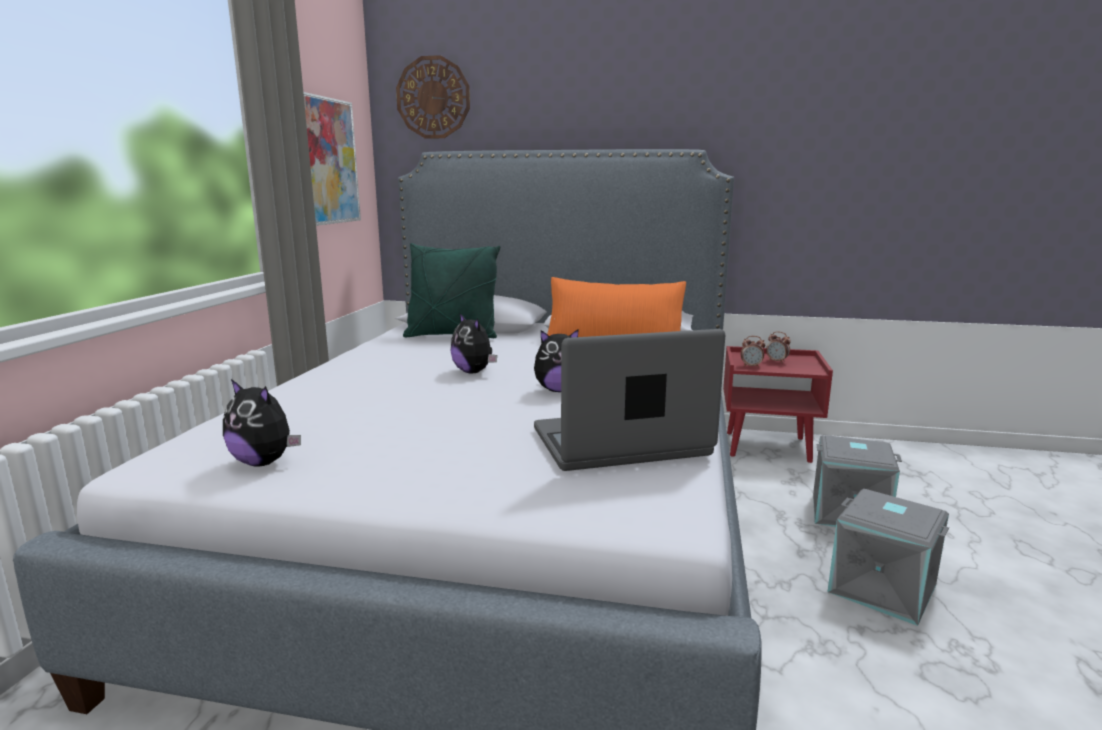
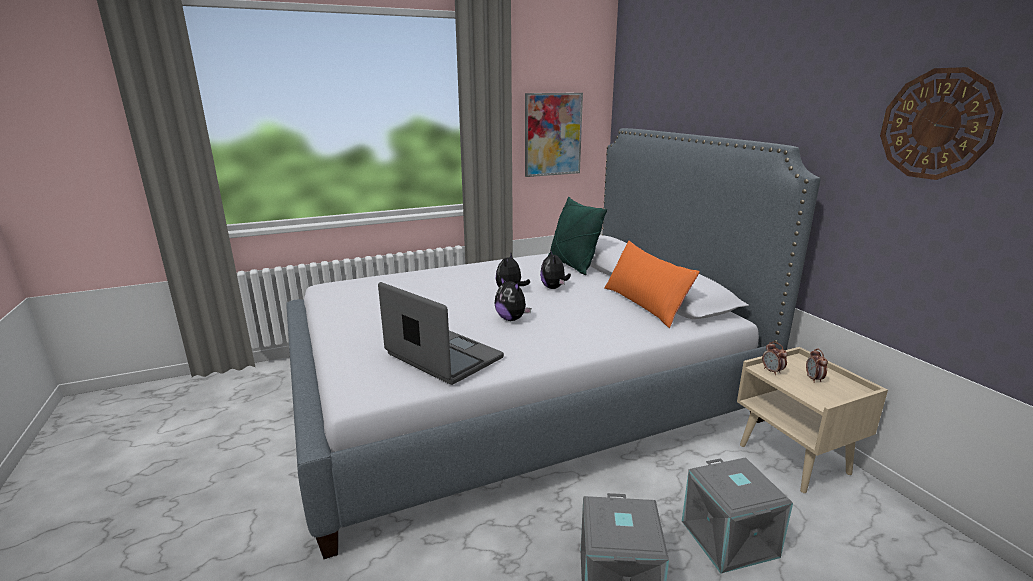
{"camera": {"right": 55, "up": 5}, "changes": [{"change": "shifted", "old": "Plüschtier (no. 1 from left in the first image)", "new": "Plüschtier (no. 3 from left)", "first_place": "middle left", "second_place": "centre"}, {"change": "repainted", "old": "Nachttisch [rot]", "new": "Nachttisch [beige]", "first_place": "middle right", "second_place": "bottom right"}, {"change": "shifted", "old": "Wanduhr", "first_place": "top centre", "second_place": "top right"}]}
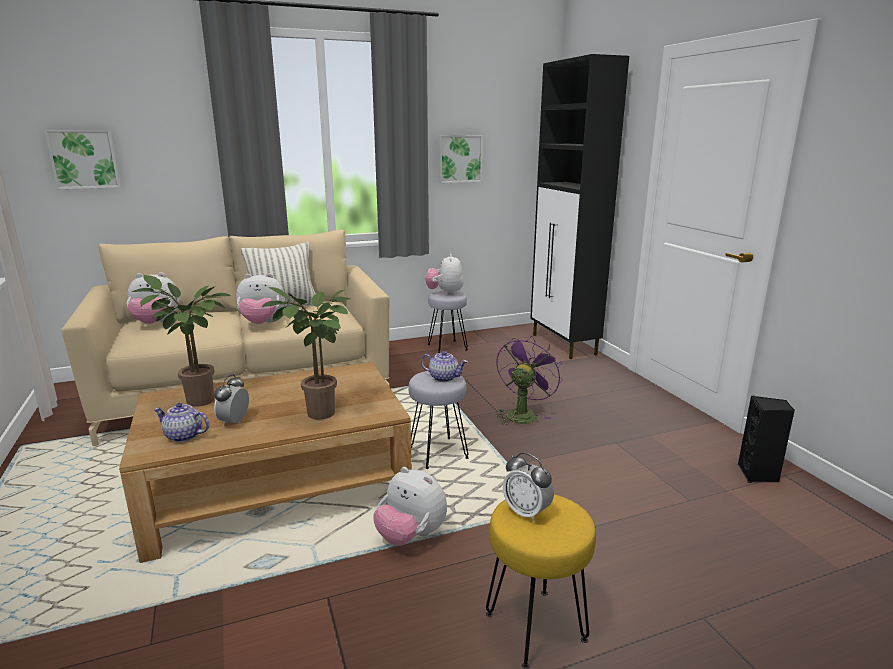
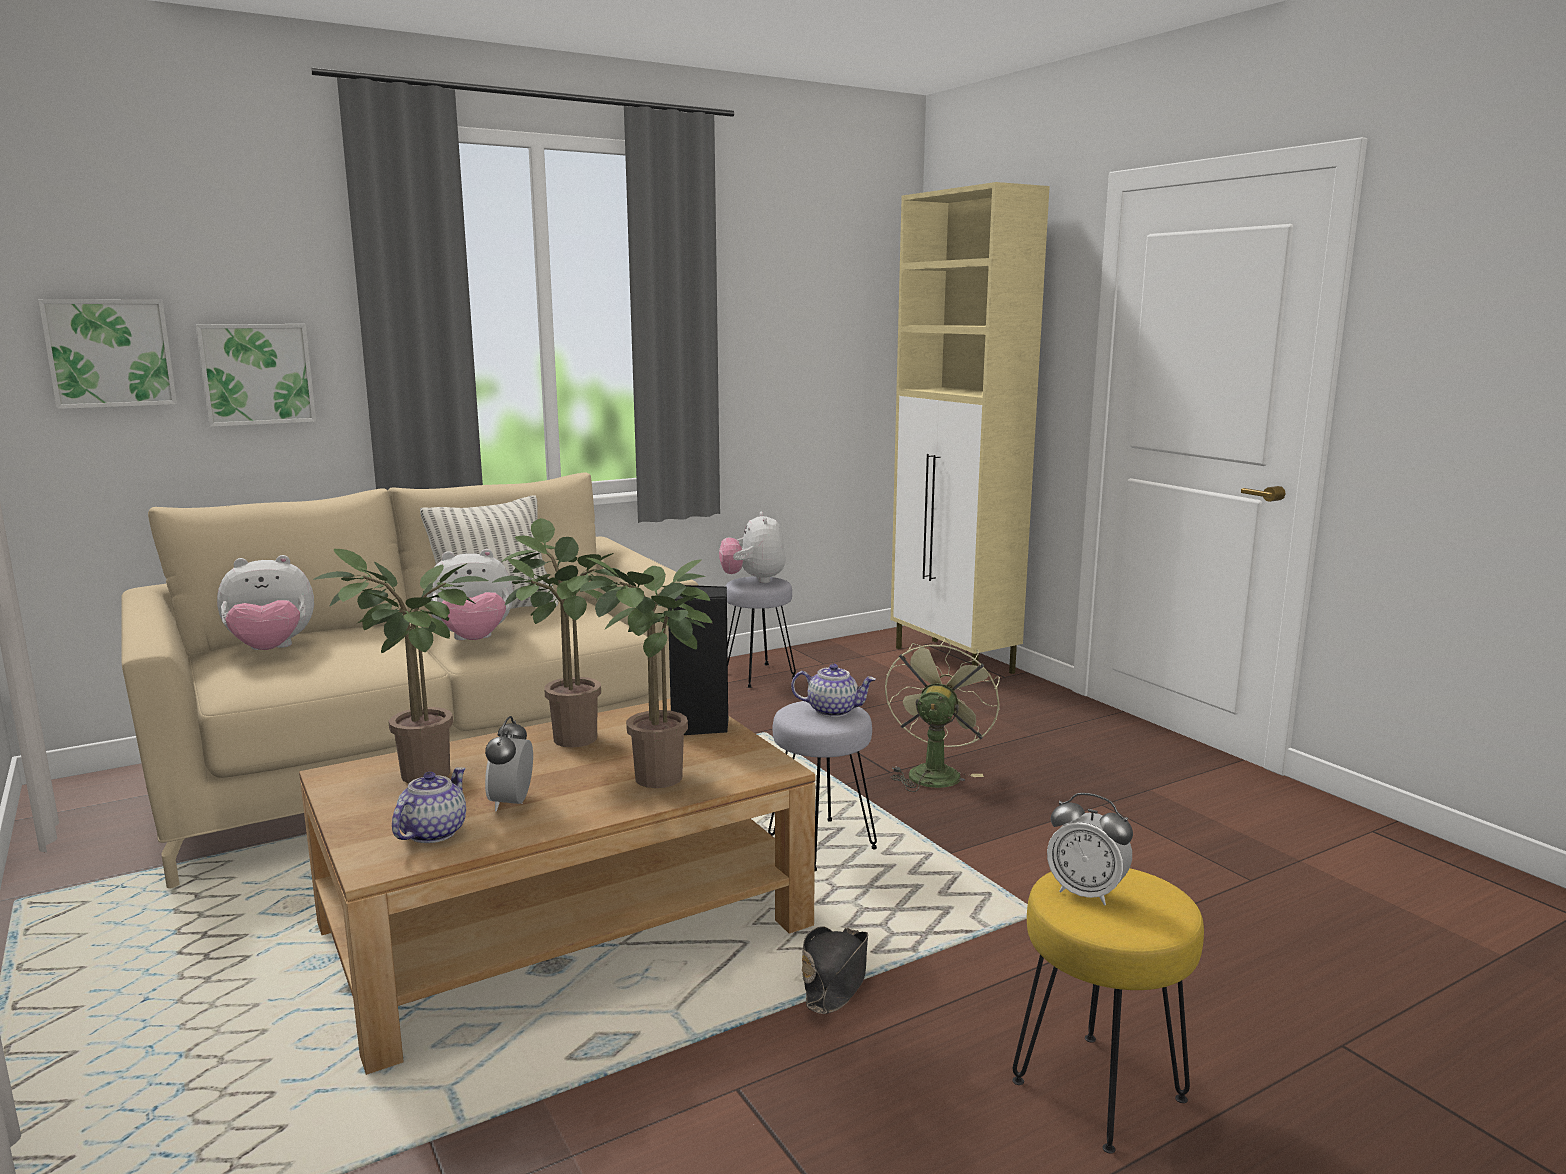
{"camera": {"right": -10, "up": -5}, "changes": [{"change": "shifted", "old": "Bild (no. 2 from left)", "first_place": "top centre", "second_place": "top left"}, {"change": "rotated", "old": "Teekanne (no. 1 from left)", "first_place": "middle left", "second_place": "bottom left", "degrees": 105}, {"change": "new", "new": "Topfpflanze (no. 2 from left)", "second_place": "centre"}, {"change": "shifted", "old": "Lautsprecher [schwarz]", "first_place": "middle right", "second_place": "centre"}, {"change": "swapped", "old": "Plüschtier (no. 3 from left)", "new": "Hut [schwarz]", "first_place": "bottom centre", "second_place": "bottom centre"}, {"change": "repainted", "old": "Ventilator [lila]", "new": "Ventilator [grün]", "first_place": "centre", "second_place": "centre"}, {"change": "repainted", "old": "Schrank [schwarz]", "new": "Schrank [beige]", "first_place": "top centre", "second_place": "centre"}]}
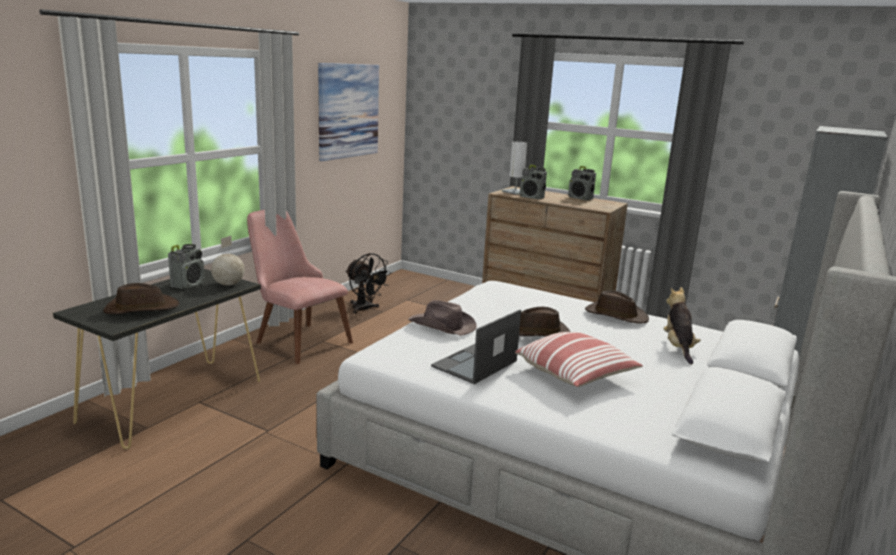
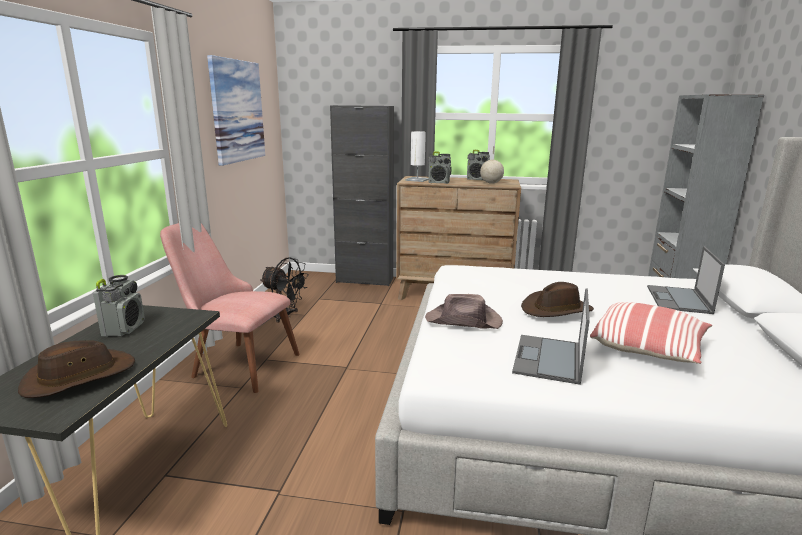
{"camera": {"right": -20, "up": 0}, "changes": [{"change": "new", "new": "Schrank [schwarz]", "second_place": "centre"}, {"change": "shifted", "old": "Globus", "first_place": "middle left", "second_place": "top centre"}, {"change": "swapped", "old": "Plüschtier", "new": "Laptop (no. 2 from left)", "first_place": "middle right", "second_place": "middle right"}, {"change": "gone", "old": "Hut [braun] (no. 4 from left)", "first_place": "middle right"}]}
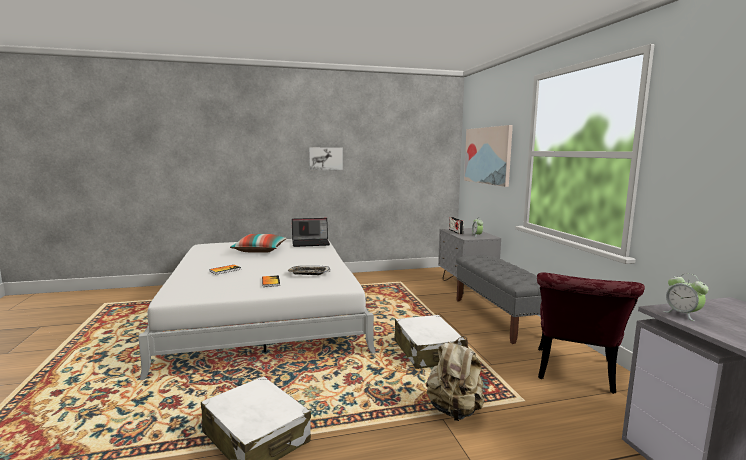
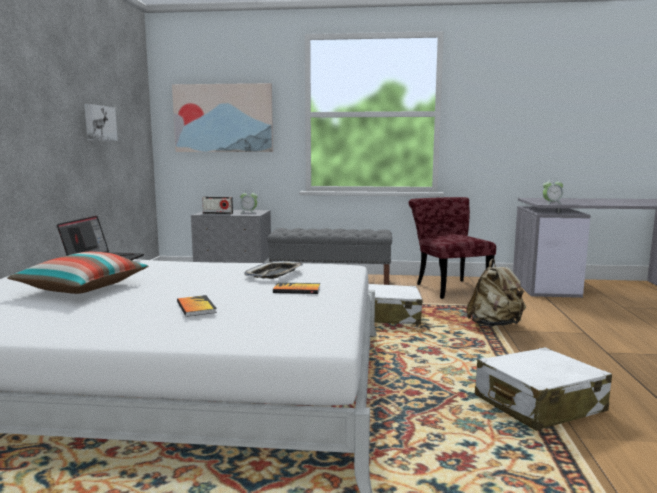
{"camera": {"right": -70, "up": 0}, "changes": [{"change": "shifted", "old": "Bild (no. 1 from left)", "first_place": "centre", "second_place": "top left"}, {"change": "rotated", "old": "Stuhl [rot]", "first_place": "bottom right", "second_place": "middle right", "degrees": -150}]}
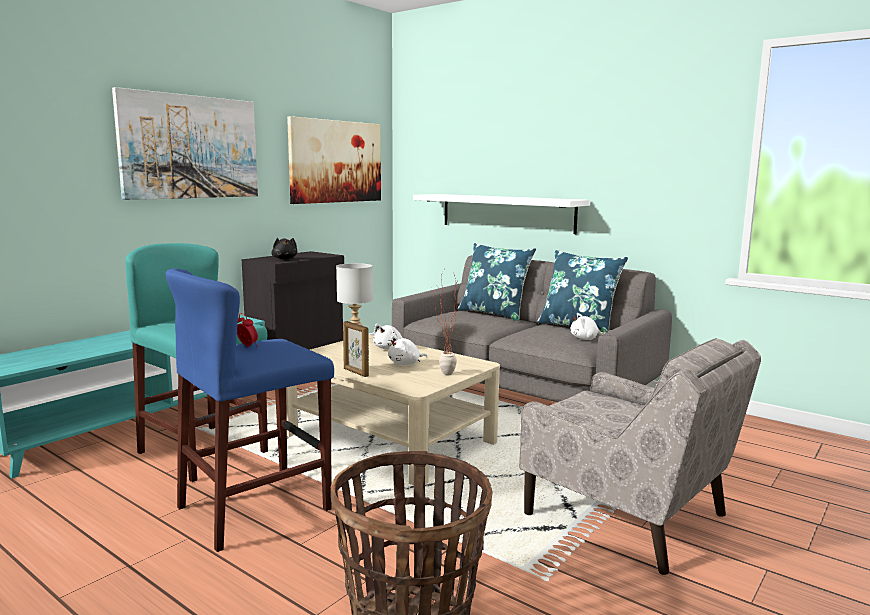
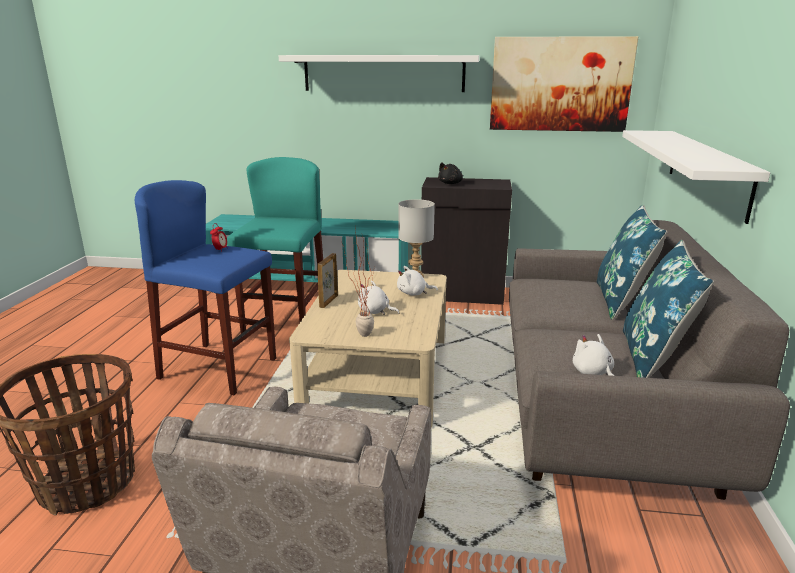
{"camera": {"right": 60, "up": 10}, "changes": [{"change": "swapped", "old": "Bild (no. 1 from left)", "new": "Wandregal [weiß] (no. 1 from left)", "first_place": "top left", "second_place": "top centre"}]}
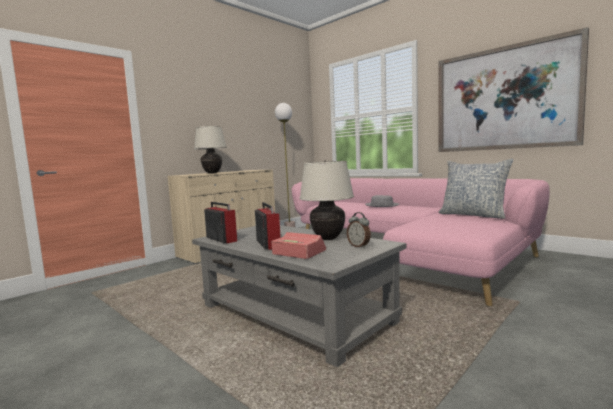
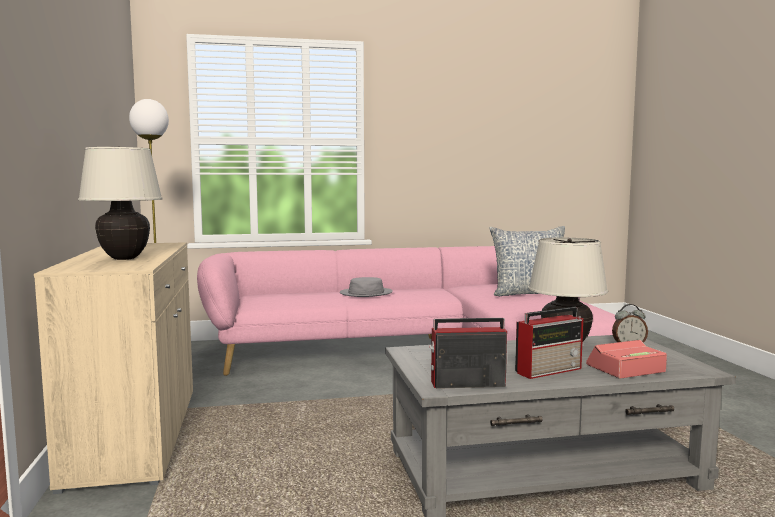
{"camera": {"right": -55, "up": 0}, "changes": [{"change": "rotated", "old": "Radio (no. 2 from left)", "first_place": "centre", "second_place": "middle right", "degrees": 135}, {"change": "gone", "old": "Bild", "first_place": "top right"}]}
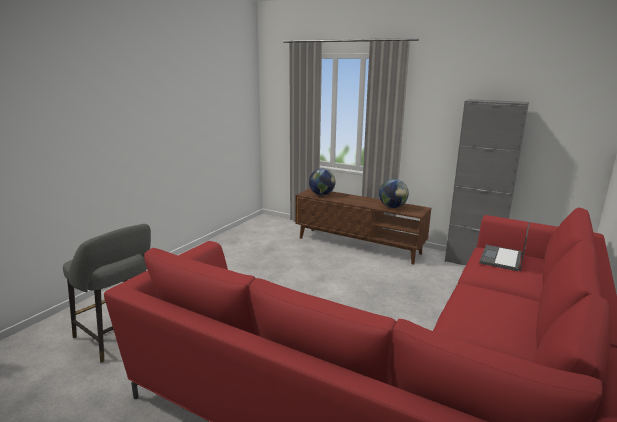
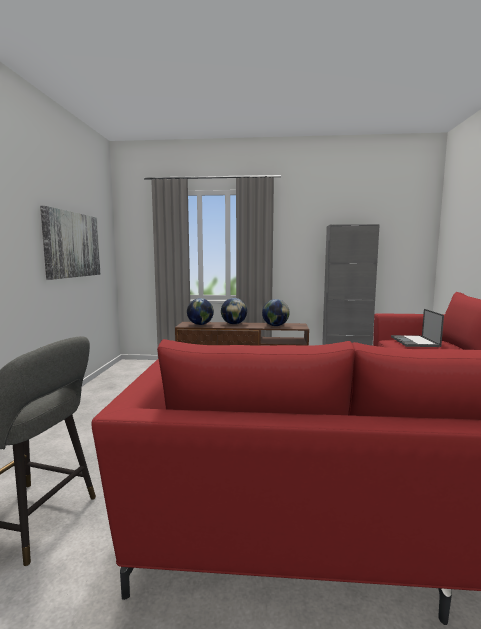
{"camera": {"right": -25, "up": -10}, "changes": [{"change": "new", "new": "Bild", "second_place": "middle left"}, {"change": "new", "new": "Globus (no. 2 from left)", "second_place": "centre"}]}
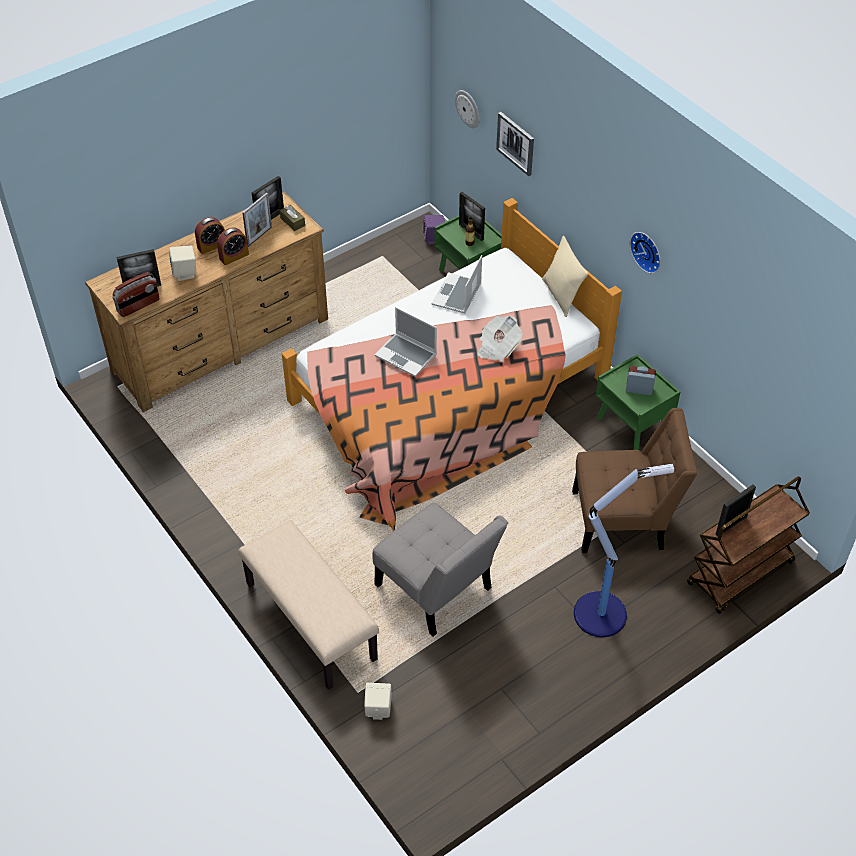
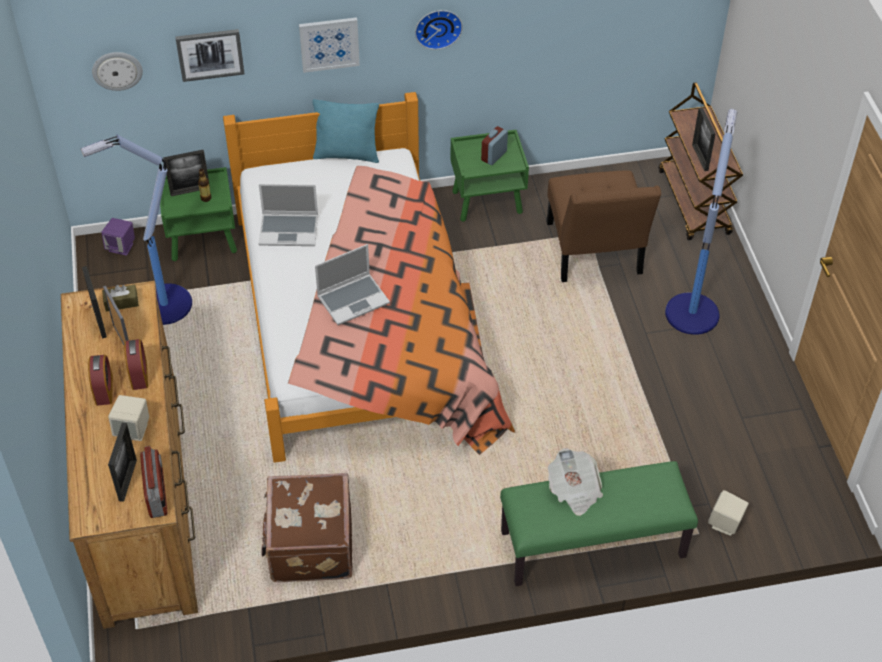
{"camera": {"right": -65, "up": 0}, "changes": [{"change": "new", "new": "Stehlampe (no. 1 from left)", "second_place": "middle left"}, {"change": "rotated", "old": "Laptop (no. 2 from left in the first image)", "first_place": "top centre", "second_place": "top left", "degrees": -45}, {"change": "new", "new": "Koffer [braun]", "second_place": "bottom centre"}, {"change": "new", "new": "Bild (no. 2 from left)", "second_place": "top centre"}, {"change": "repainted", "old": "Kissen [beige]", "new": "Kissen [türkis]", "first_place": "top centre", "second_place": "top centre"}, {"change": "repainted", "old": "Bank [beige]", "new": "Bank [grün]", "first_place": "bottom centre", "second_place": "bottom right"}, {"change": "rotated", "old": "Stuhl [braun]", "first_place": "middle right", "second_place": "middle right", "degrees": 150}, {"change": "shifted", "old": "Zeitung", "first_place": "centre", "second_place": "bottom centre"}, {"change": "gone", "old": "Stuhl [grau]", "first_place": "centre"}]}
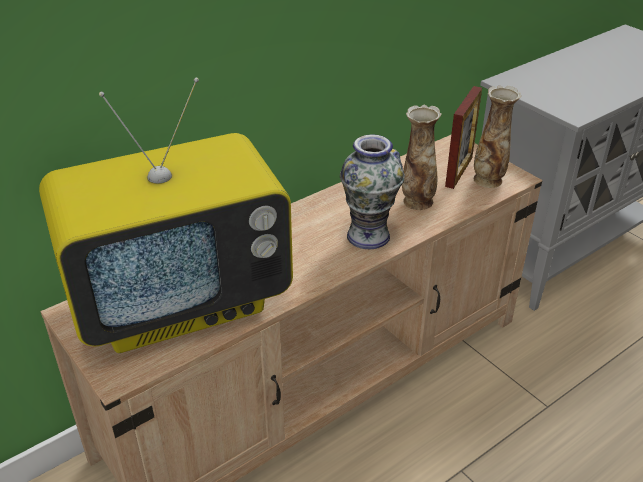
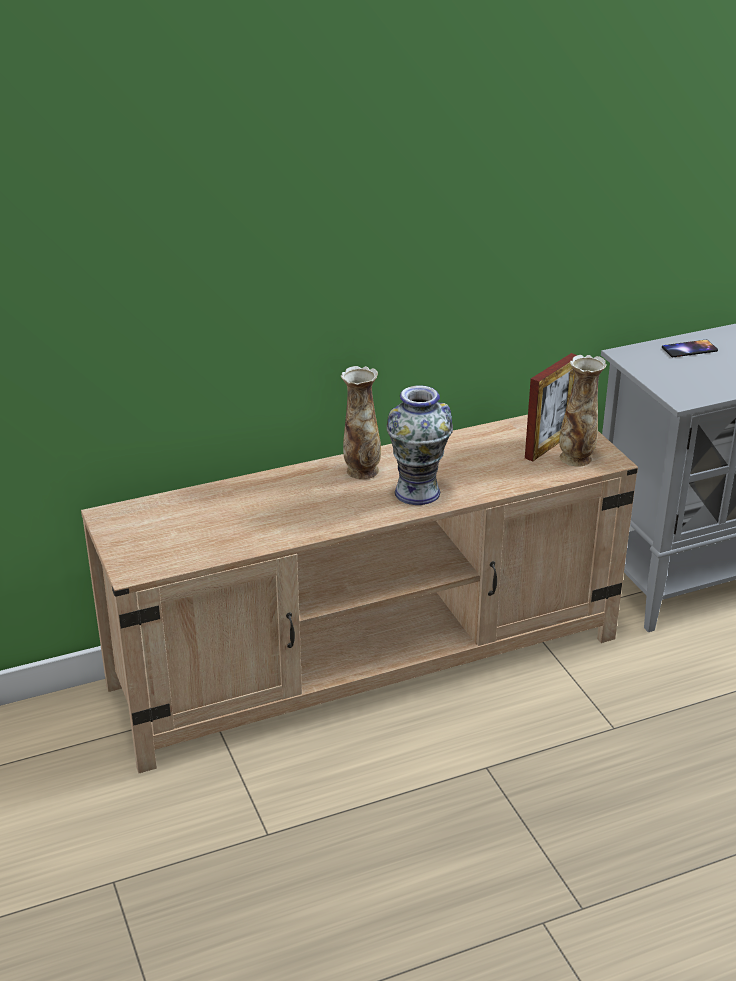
{"camera": {"right": 15, "up": -5}, "changes": [{"change": "shifted", "old": "Vase (no. 2 from left in the first image)", "new": "Vase (no. 1 from left)", "first_place": "top centre", "second_place": "centre"}, {"change": "new", "new": "Handy", "second_place": "middle right"}, {"change": "gone", "old": "Fernseher", "first_place": "middle left"}]}
